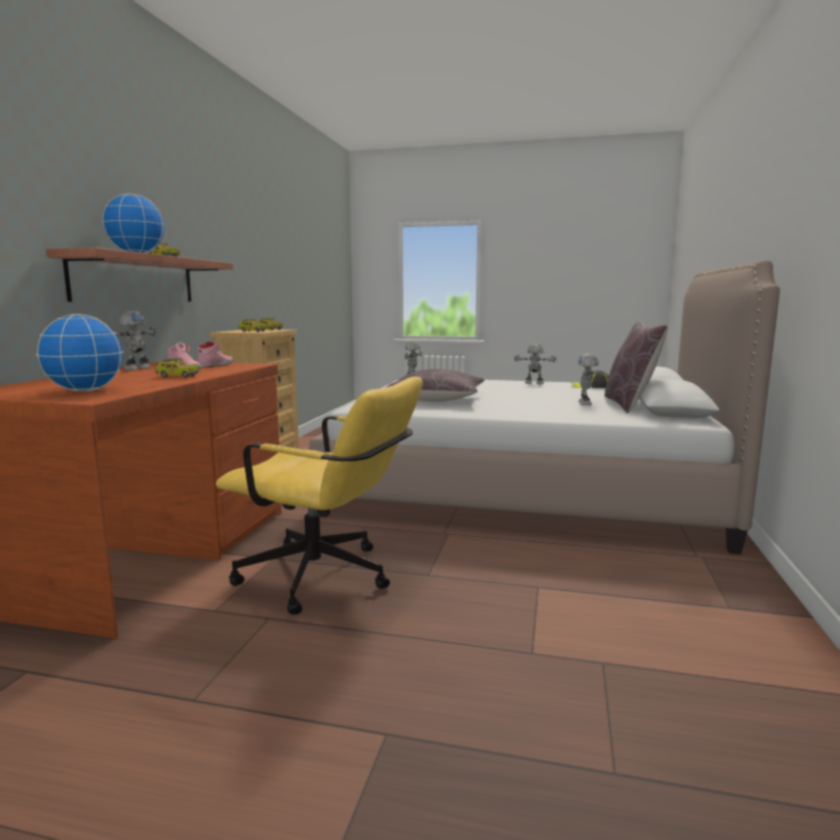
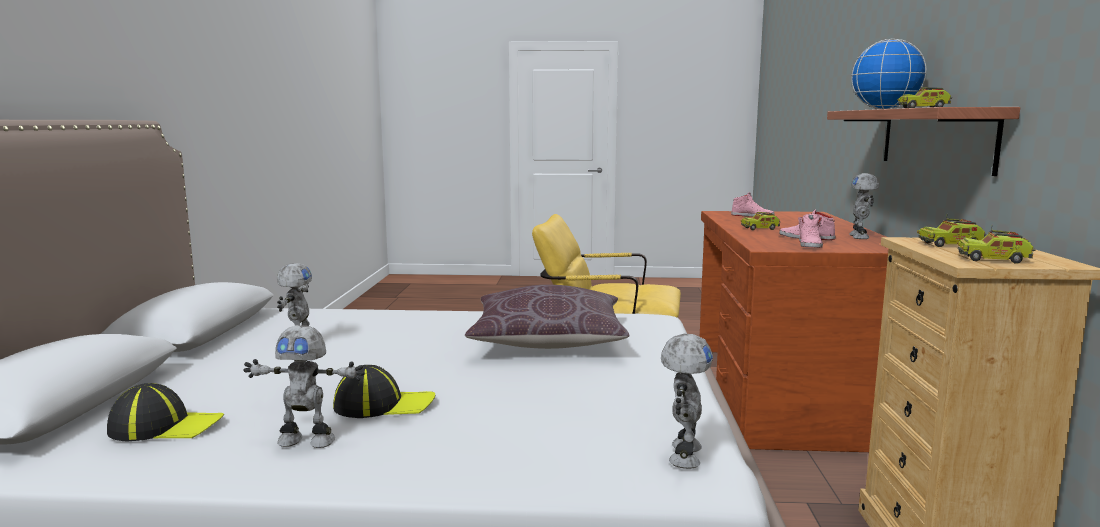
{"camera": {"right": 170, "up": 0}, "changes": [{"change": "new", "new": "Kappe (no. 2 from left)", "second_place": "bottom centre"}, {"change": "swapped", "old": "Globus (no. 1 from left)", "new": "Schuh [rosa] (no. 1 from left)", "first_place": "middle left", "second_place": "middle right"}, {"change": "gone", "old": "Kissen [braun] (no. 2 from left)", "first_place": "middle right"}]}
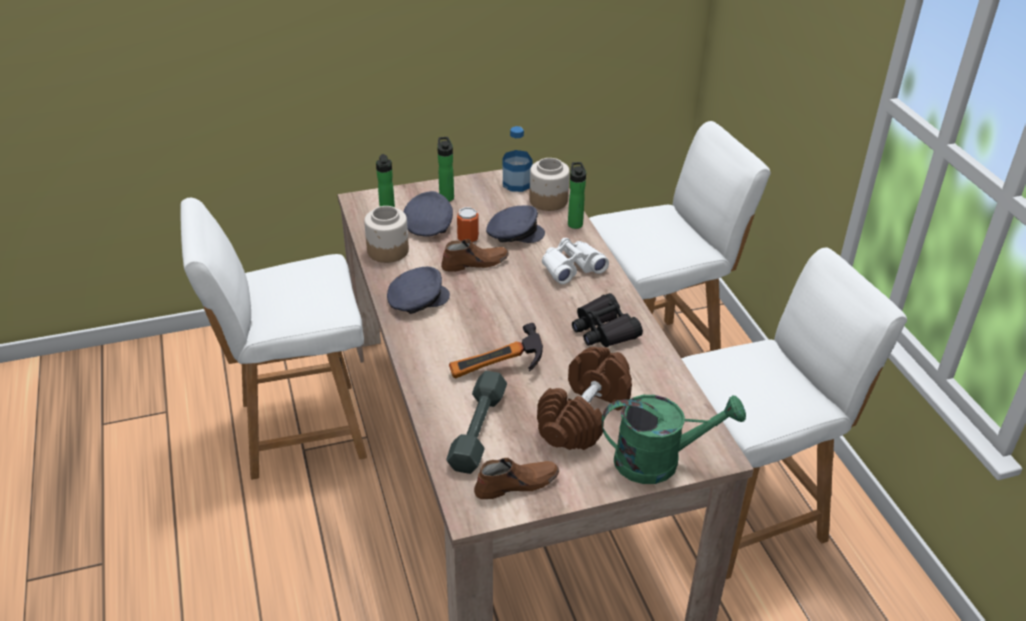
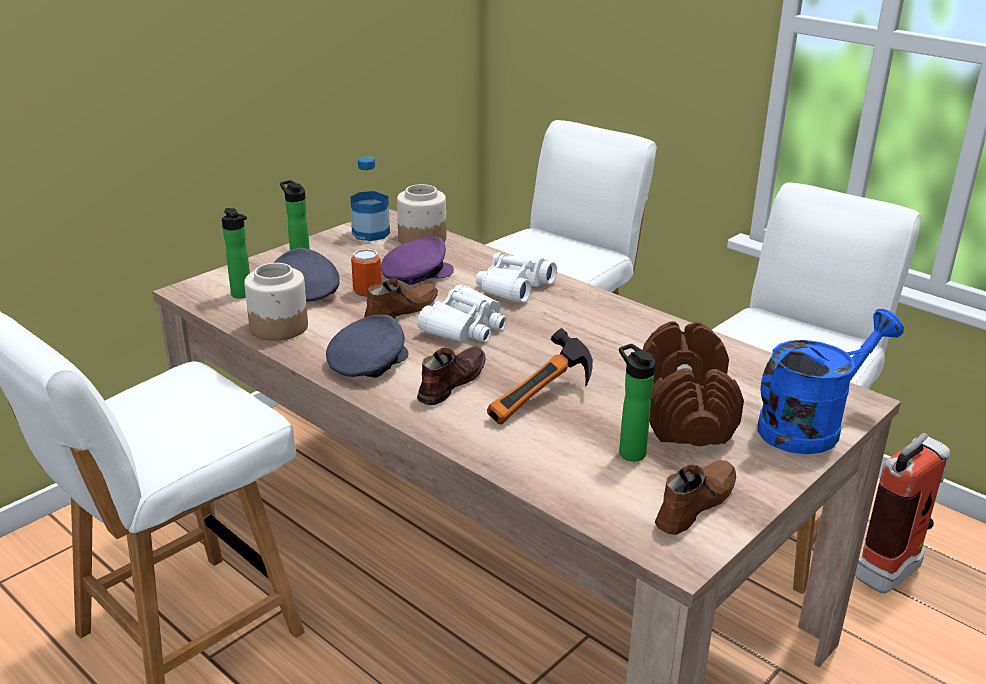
{"camera": {"right": -30, "up": -10}, "changes": [{"change": "repainted", "old": "Kappe [grau] (no. 3 from left)", "new": "Kappe [lila]", "first_place": "centre", "second_place": "centre"}, {"change": "new", "new": "Fernglas [weiß] (no. 1 from left)", "second_place": "centre"}, {"change": "new", "new": "Schuh [braun] (no. 2 from left)", "second_place": "centre"}, {"change": "shifted", "old": "Flasche (no. 4 from left)", "first_place": "top centre", "second_place": "centre"}, {"change": "repainted", "old": "Gießkanne [grün]", "new": "Gießkanne [blau]", "first_place": "bottom centre", "second_place": "middle right"}, {"change": "new", "new": "Feuerlöscher", "second_place": "bottom right"}, {"change": "gone", "old": "Hantel [grau]", "first_place": "bottom centre"}, {"change": "gone", "old": "Fernglas [schwarz]", "first_place": "centre"}]}
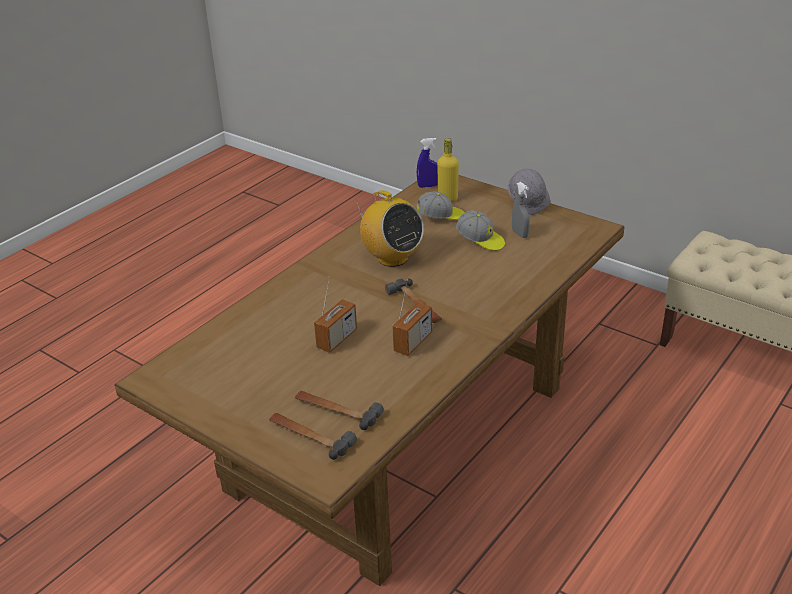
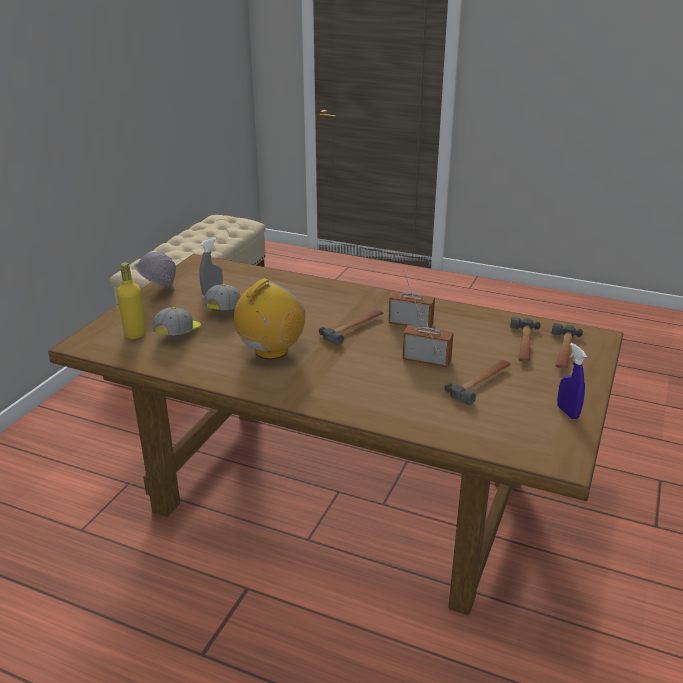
{"camera": {"right": -105, "up": -5}, "changes": [{"change": "rotated", "old": "Kappe (no. 1 from left)", "first_place": "centre", "second_place": "middle left", "degrees": 45}, {"change": "new", "new": "Hammer (no. 2 from left)", "second_place": "middle right"}, {"change": "shifted", "old": "Sprühflasche [blau]", "first_place": "top centre", "second_place": "middle right"}]}
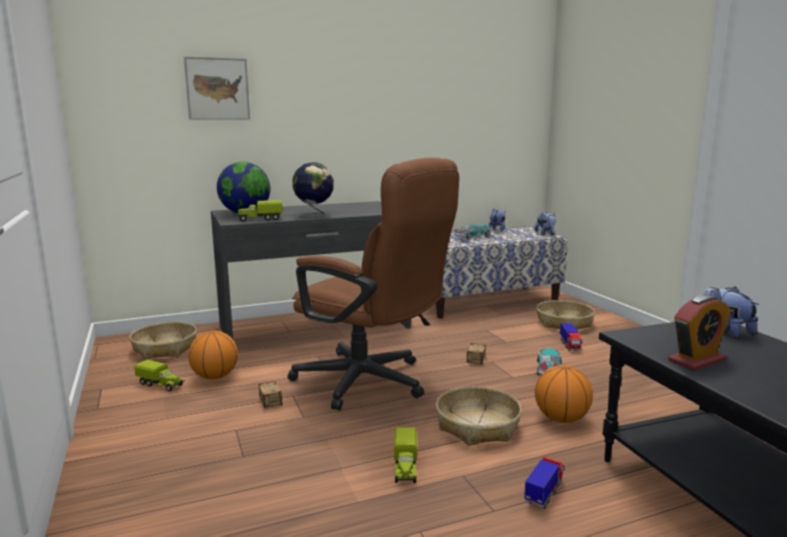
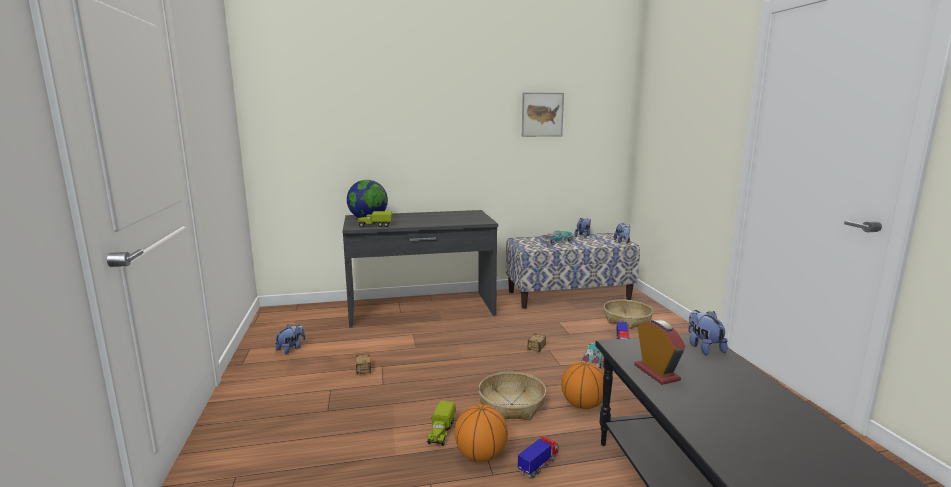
{"camera": {"right": 10, "up": 0}, "changes": [{"change": "swapped", "old": "Spielzeuglaster (no. 1 from left)", "new": "Plüschtier (no. 1 from left)", "first_place": "bottom left", "second_place": "bottom left"}, {"change": "shifted", "old": "Basketball (no. 1 from left)", "first_place": "middle left", "second_place": "bottom centre"}, {"change": "shifted", "old": "Bild", "first_place": "top left", "second_place": "top centre"}, {"change": "rotated", "old": "Wecker", "first_place": "middle right", "second_place": "bottom right", "degrees": -90}, {"change": "gone", "old": "Korb (no. 1 from left)", "first_place": "middle left"}, {"change": "gone", "old": "Bürostuhl [braun]", "first_place": "centre"}, {"change": "gone", "old": "Globus (no. 2 from left)", "first_place": "centre"}]}
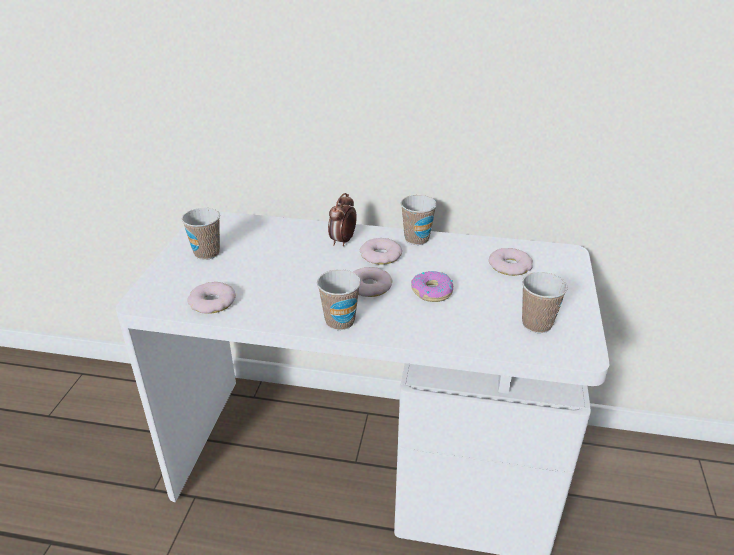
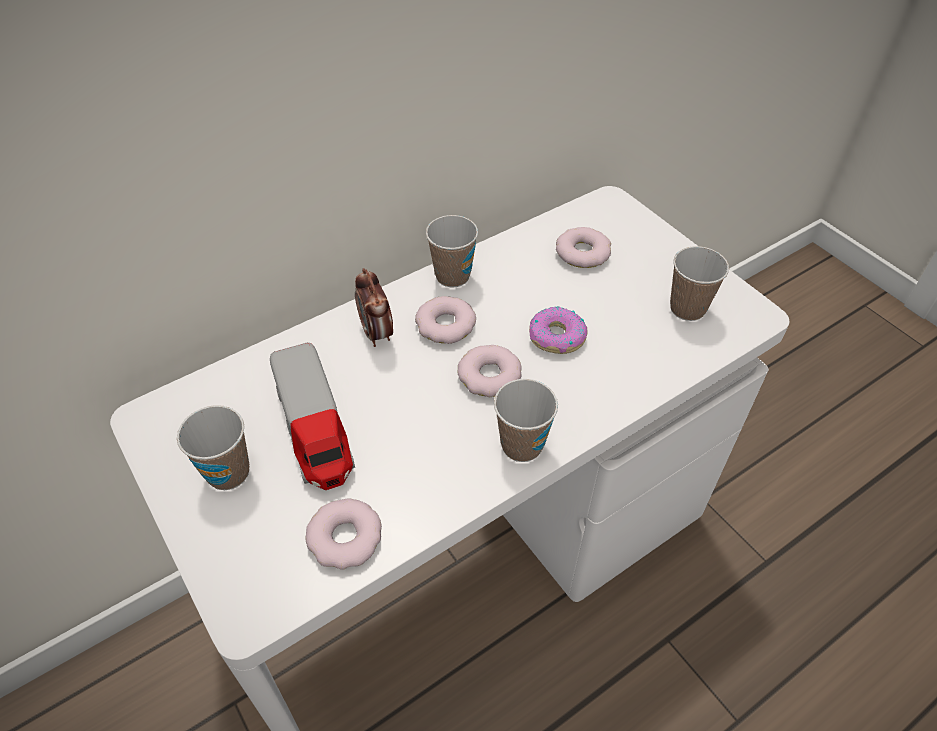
{"camera": {"right": -45, "up": 15}, "changes": [{"change": "new", "new": "Spielzeuglaster", "second_place": "middle left"}]}
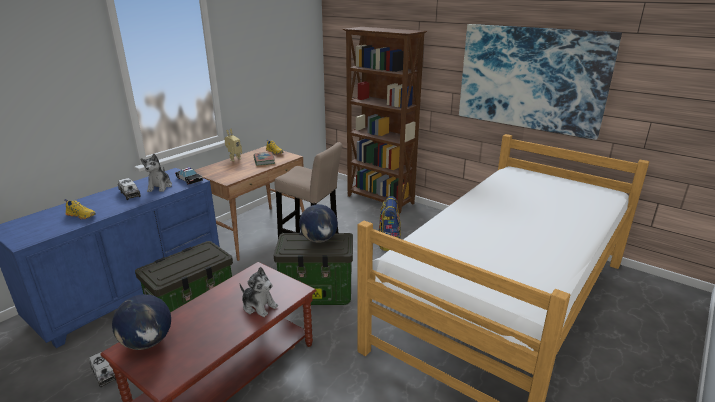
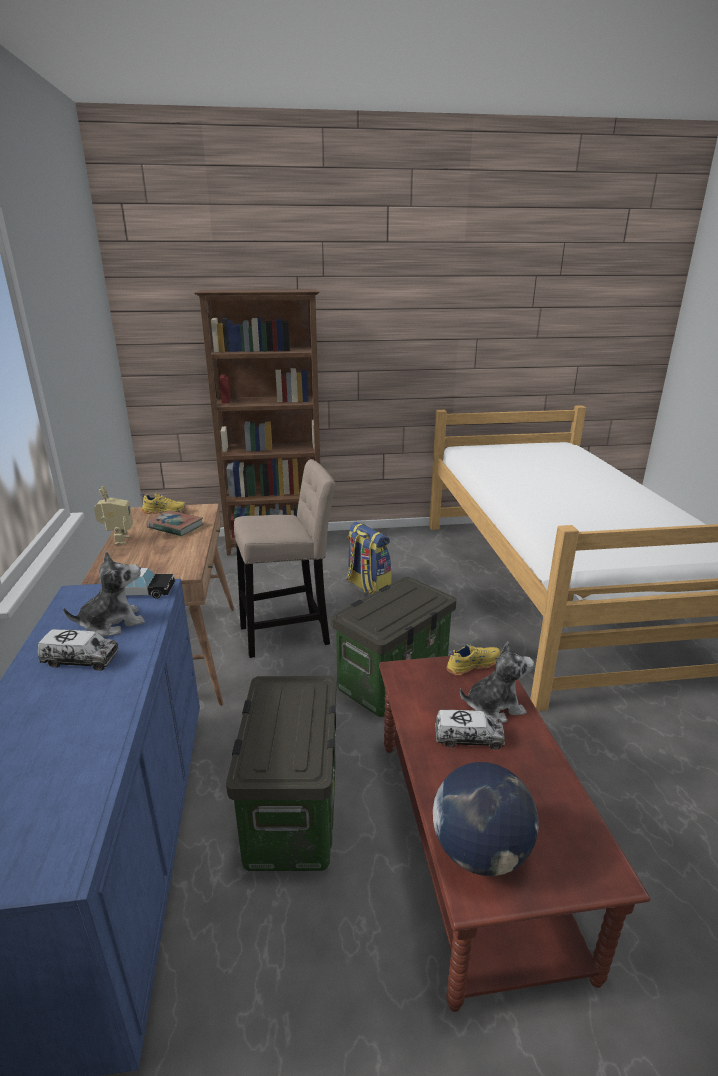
{"camera": {"right": -45, "up": 0}, "changes": [{"change": "rotated", "old": "Plüschtier (no. 1 from left)", "first_place": "middle left", "second_place": "middle left", "degrees": -75}, {"change": "shifted", "old": "Spielzeuglaster (no. 1 from left in the first image)", "new": "Spielzeuglaster (no. 2 from left)", "first_place": "bottom left", "second_place": "bottom centre"}, {"change": "shifted", "old": "Schuh [gelb] (no. 1 from left in the first image)", "new": "Schuh [gelb] (no. 2 from left)", "first_place": "middle left", "second_place": "centre"}, {"change": "gone", "old": "Globus (no. 2 from left)", "first_place": "centre"}, {"change": "gone", "old": "Bild", "first_place": "top right"}]}
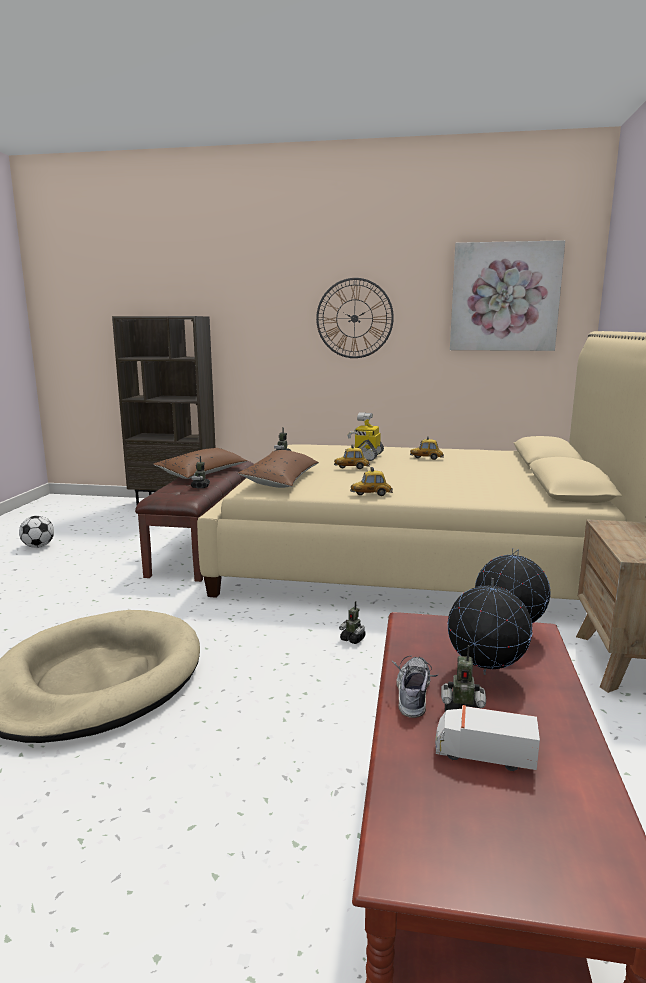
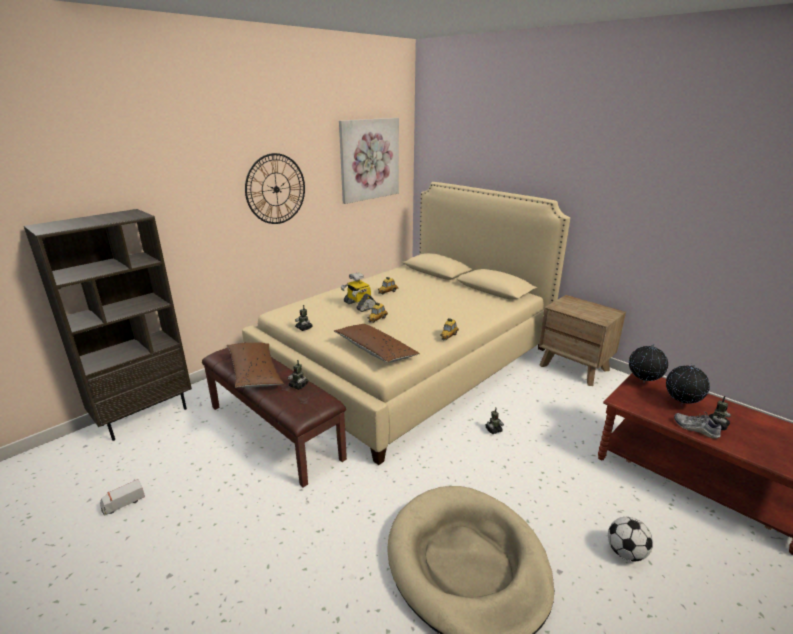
{"camera": {"right": -55, "up": 10}, "changes": [{"change": "shifted", "old": "Spielzeuglaster", "first_place": "bottom right", "second_place": "bottom left"}, {"change": "shifted", "old": "Fußball", "first_place": "middle left", "second_place": "bottom right"}]}
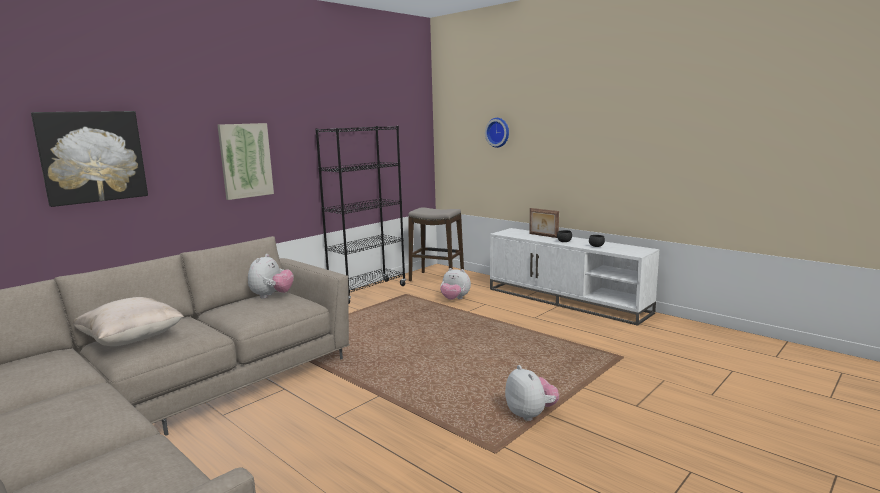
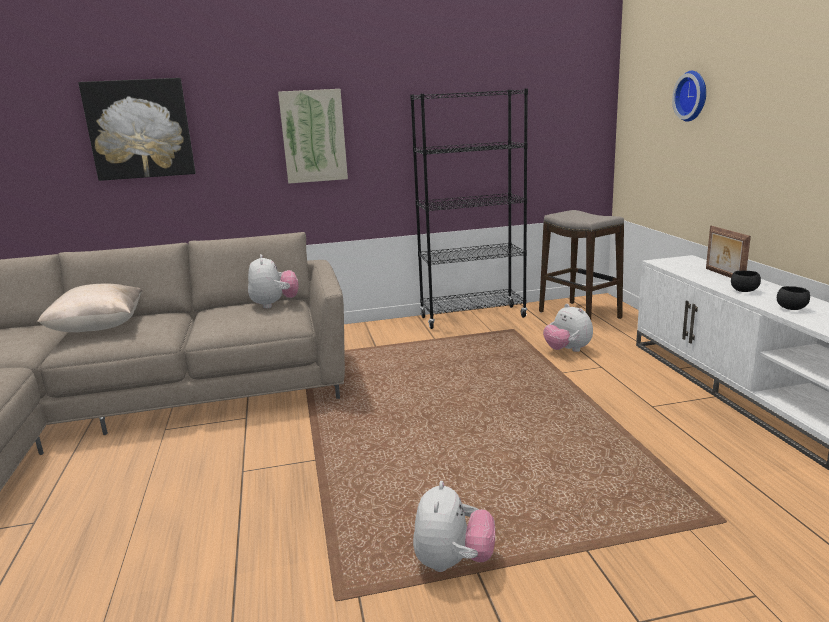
{"camera": {"right": 35, "up": 5}, "changes": [{"change": "rotated", "old": "Plüschtier (no. 1 from left)", "first_place": "middle left", "second_place": "middle left", "degrees": -60}]}
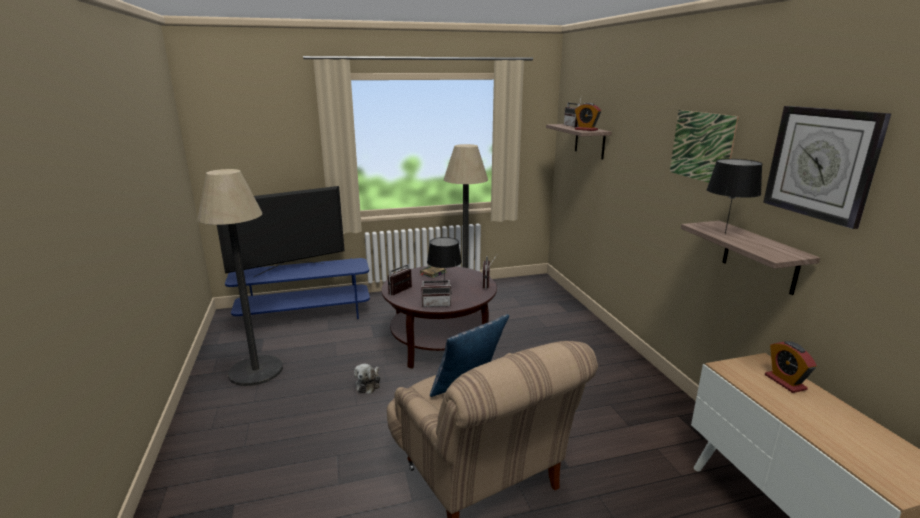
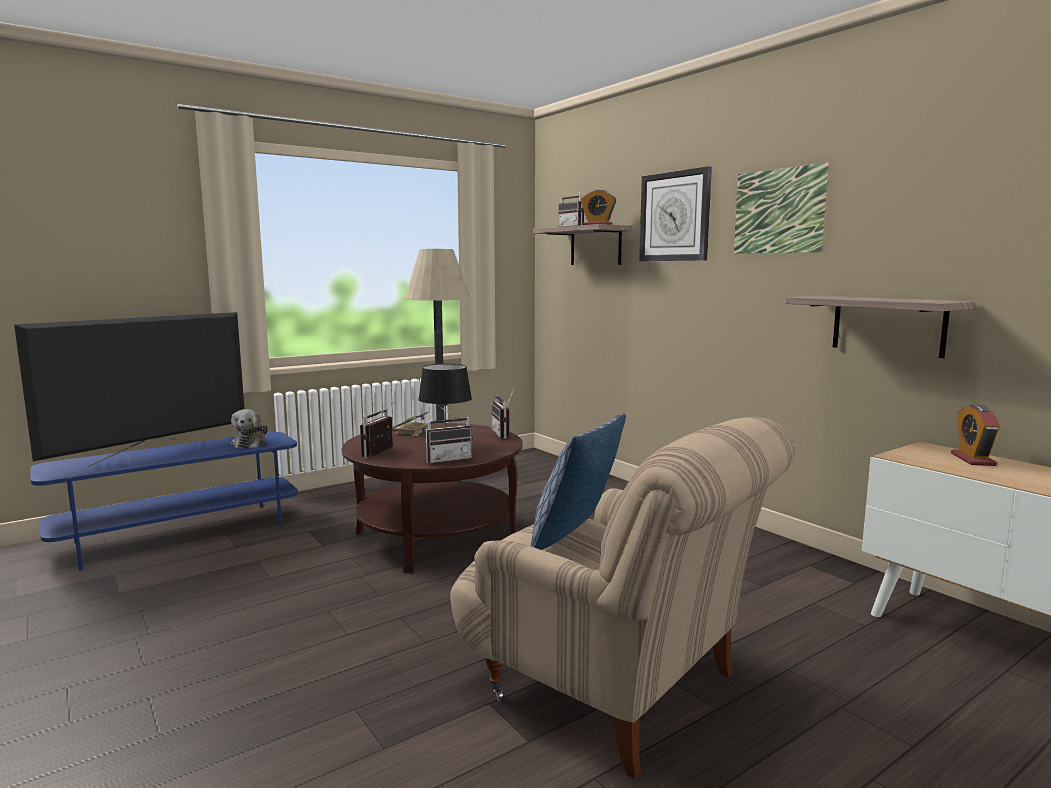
{"camera": {"right": -20, "up": -10}, "changes": [{"change": "shifted", "old": "Plüschtier", "first_place": "bottom centre", "second_place": "middle left"}, {"change": "shifted", "old": "Wanduhr", "first_place": "top right", "second_place": "top centre"}, {"change": "rotated", "old": "Wecker (no. 2 from left)", "first_place": "bottom right", "second_place": "middle right", "degrees": 45}, {"change": "gone", "old": "Stehlampe (no. 1 from left)", "first_place": "middle left"}, {"change": "gone", "old": "Tischlampe [schwarz] (no. 2 from left)", "first_place": "middle right"}]}
